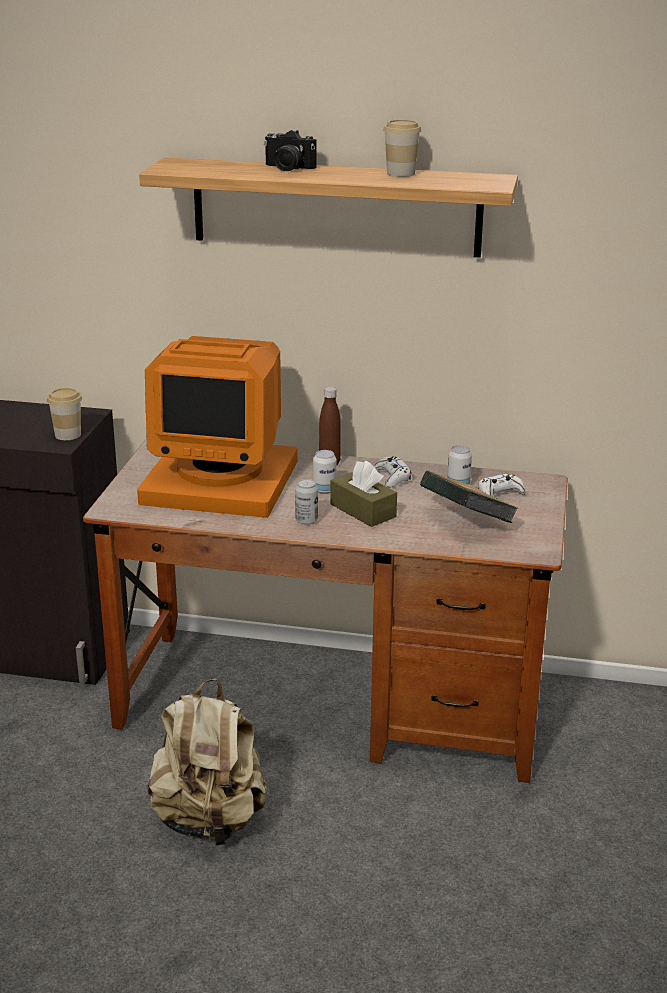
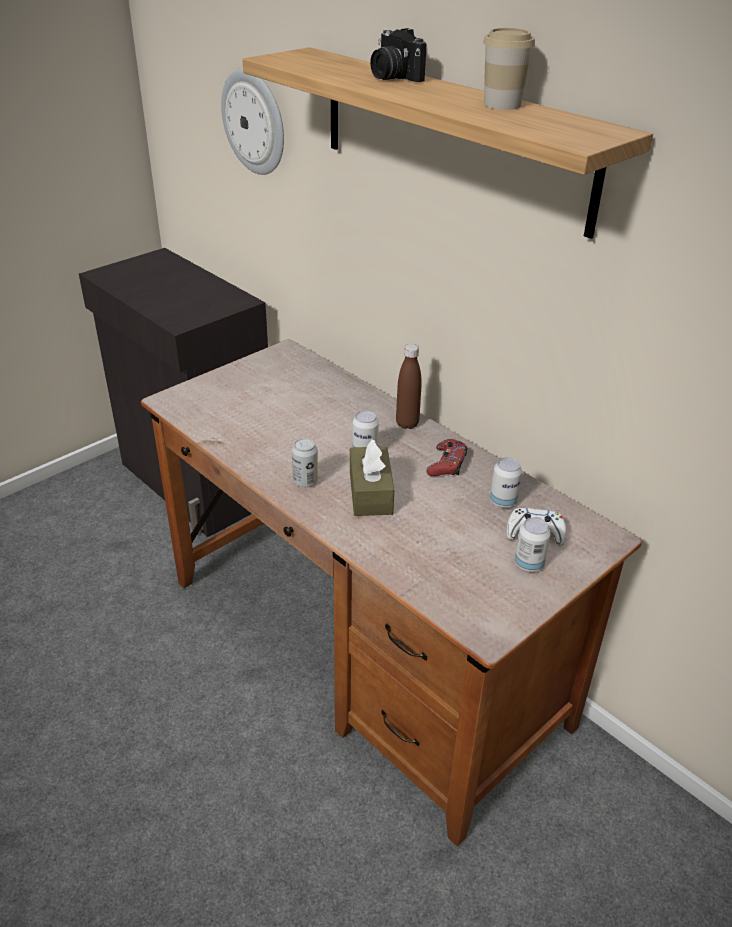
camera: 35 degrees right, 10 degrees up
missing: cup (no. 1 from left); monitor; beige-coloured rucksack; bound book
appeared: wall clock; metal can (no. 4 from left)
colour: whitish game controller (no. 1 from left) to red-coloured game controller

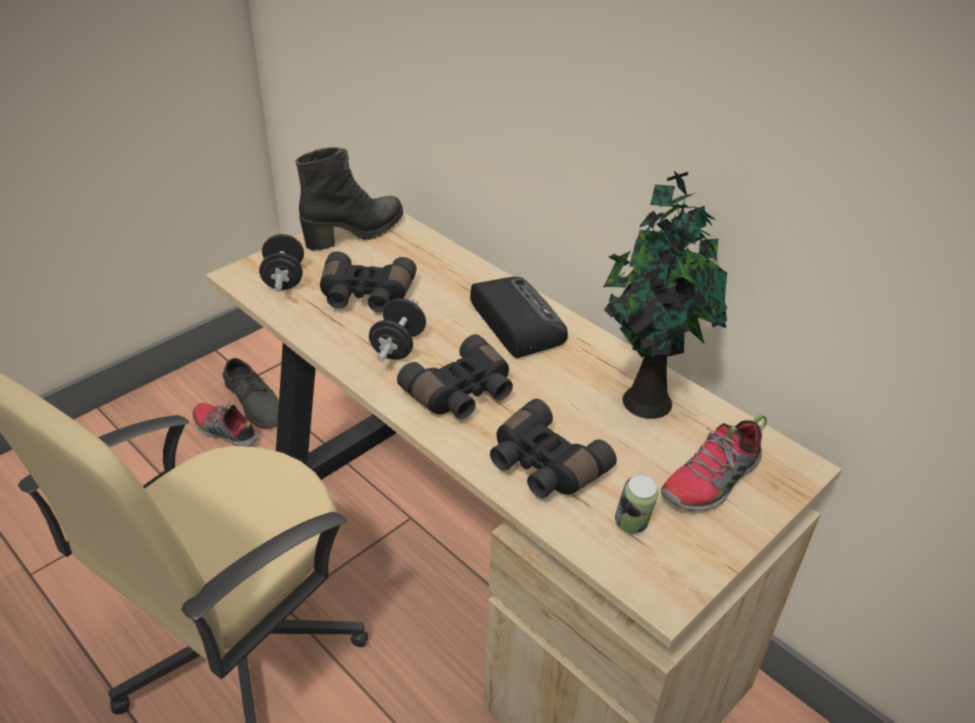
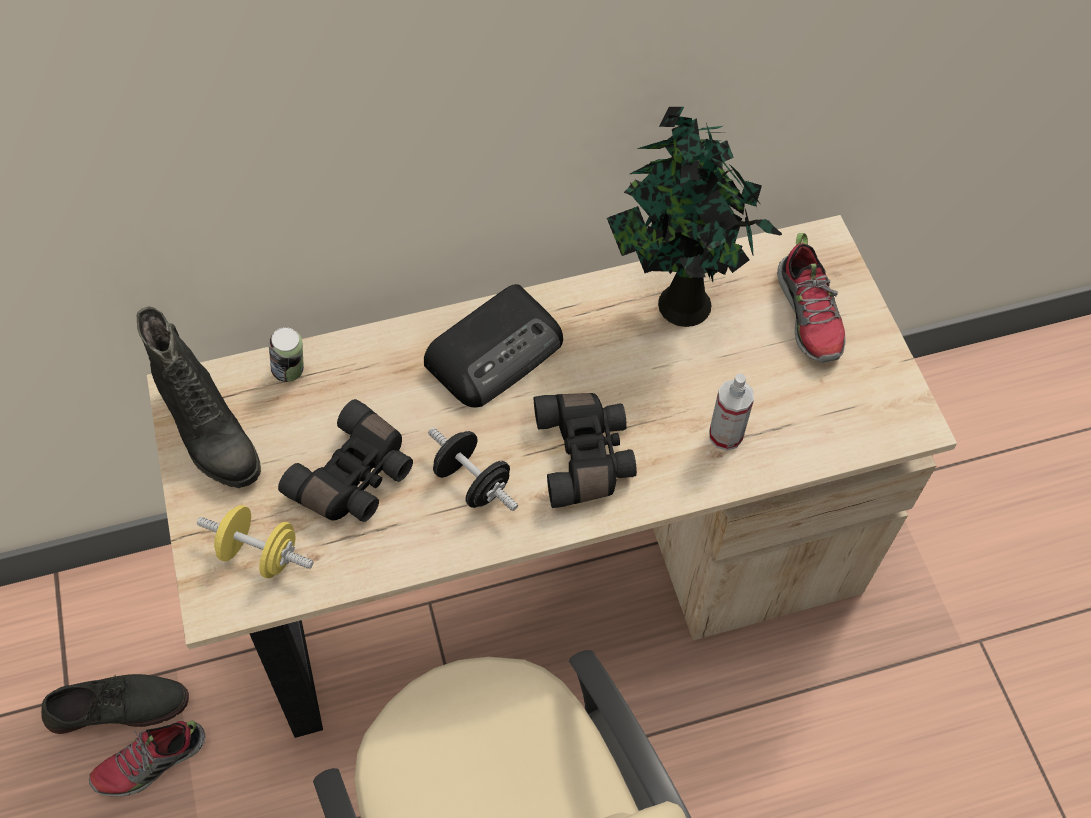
camera: 60 degrees left, 20 degrees up
relocated: metal can
exchanged: black binoculars (no. 3 from left) to hand sprayer
colour: black dumbbell (no. 1 from left) to yellowish dumbbell
spun: black tall boot 150 degrees clockwise; radio 135 degrees clockwise

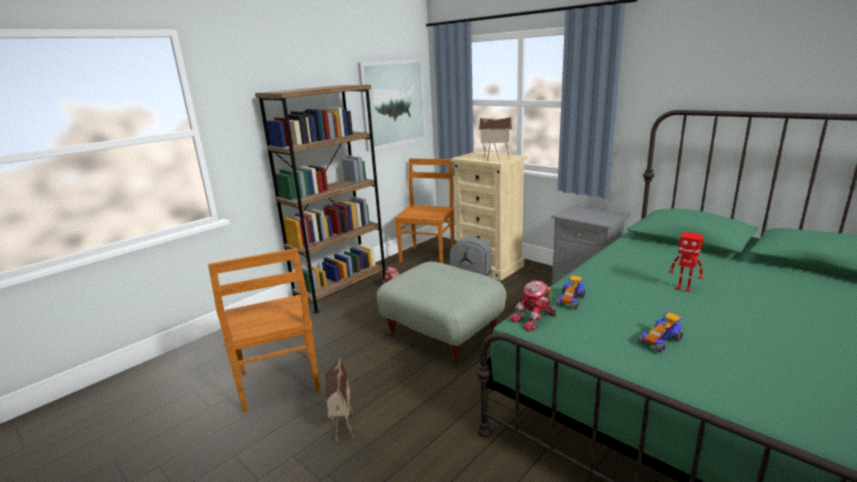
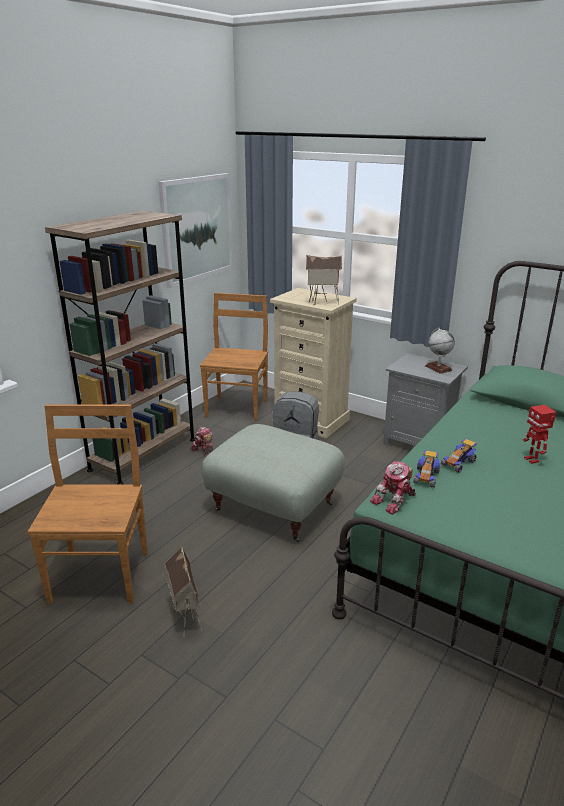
camera: 10 degrees left, 5 degrees up
appeared: globe
relocated: miniature car (no. 2 from left)
spun: brownish plain chair (no. 1 from left) 150 degrees counterclockwise; toy robot (no. 3 from left) 45 degrees clockwise

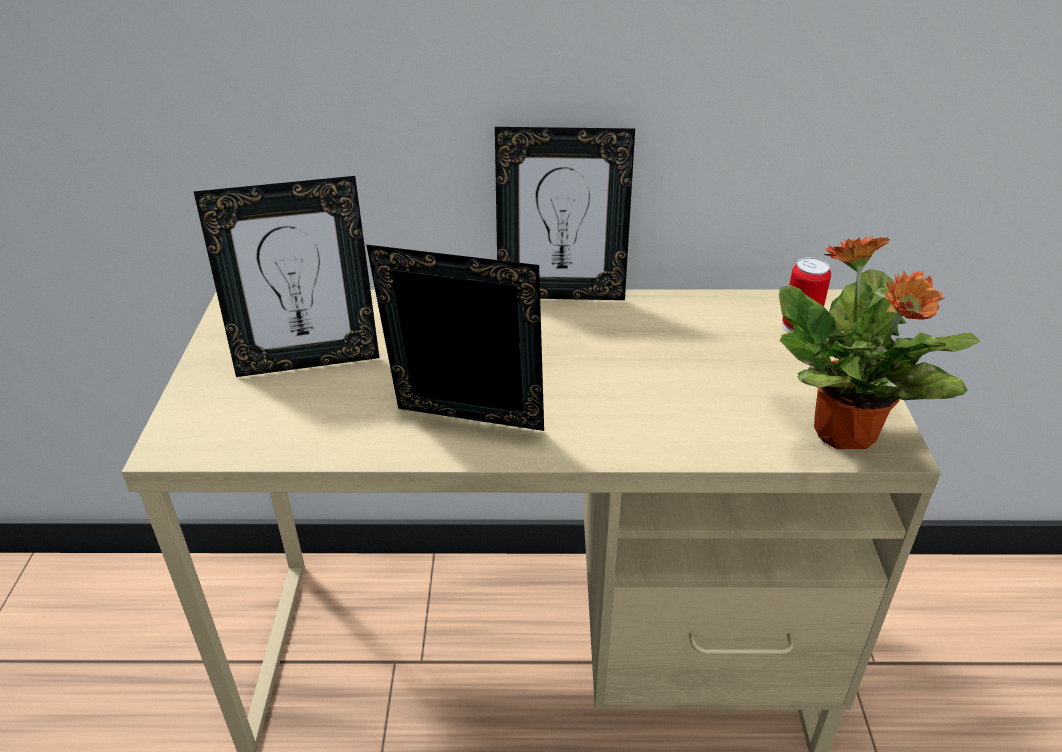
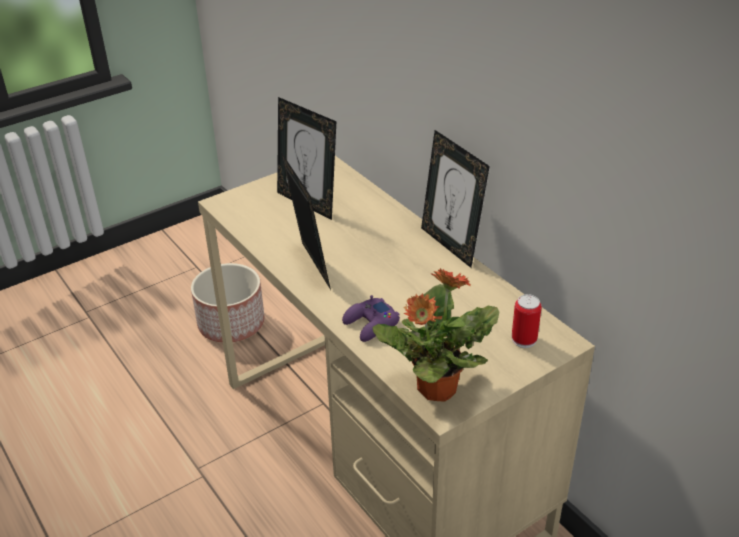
camera: 55 degrees right, 0 degrees up
appeared: plant pot; purple game controller

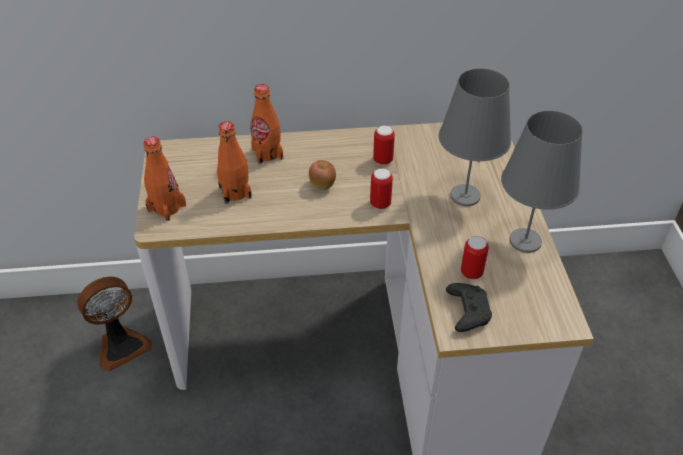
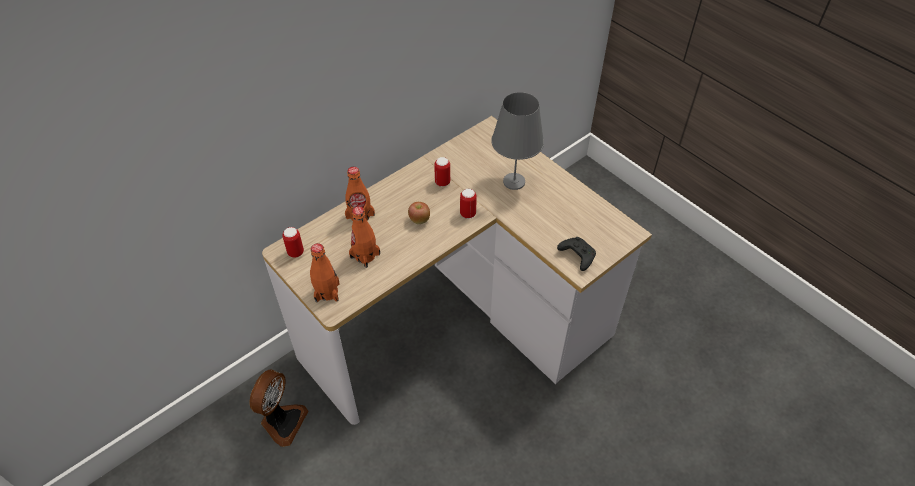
camera: 35 degrees left, 5 degrees up
missing: greyish tabletop lamp (no. 2 from left)
relocated: metal can (no. 3 from left in the first image) to metal can (no. 1 from left)

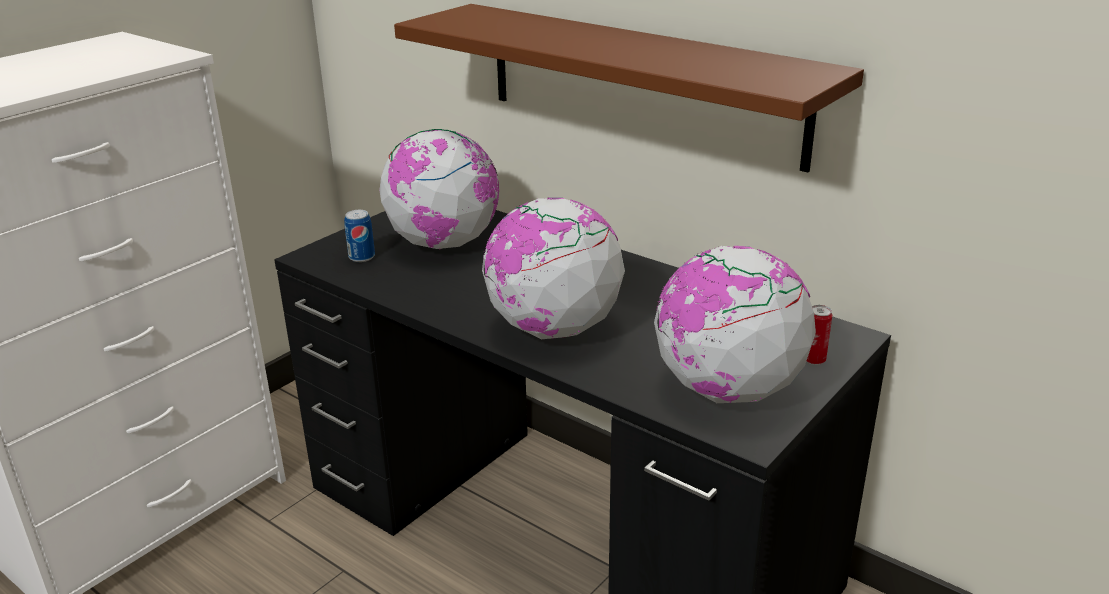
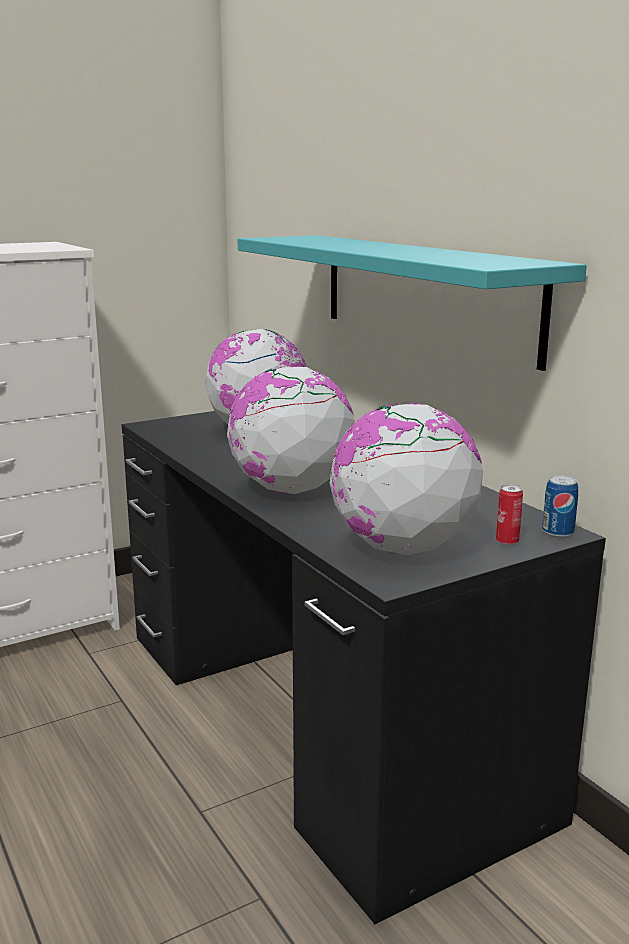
camera: 20 degrees right, 10 degrees down
relocated: metal can (no. 1 from left in the first image) to metal can (no. 2 from left)
colour: brownish bracket shelf to blue-green bracket shelf

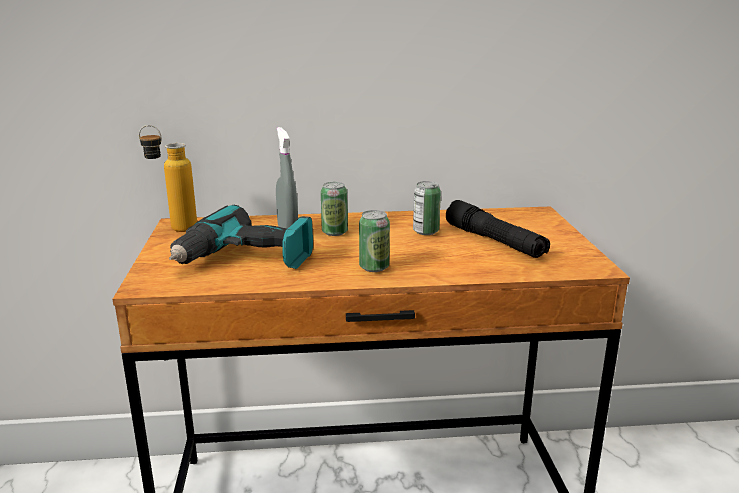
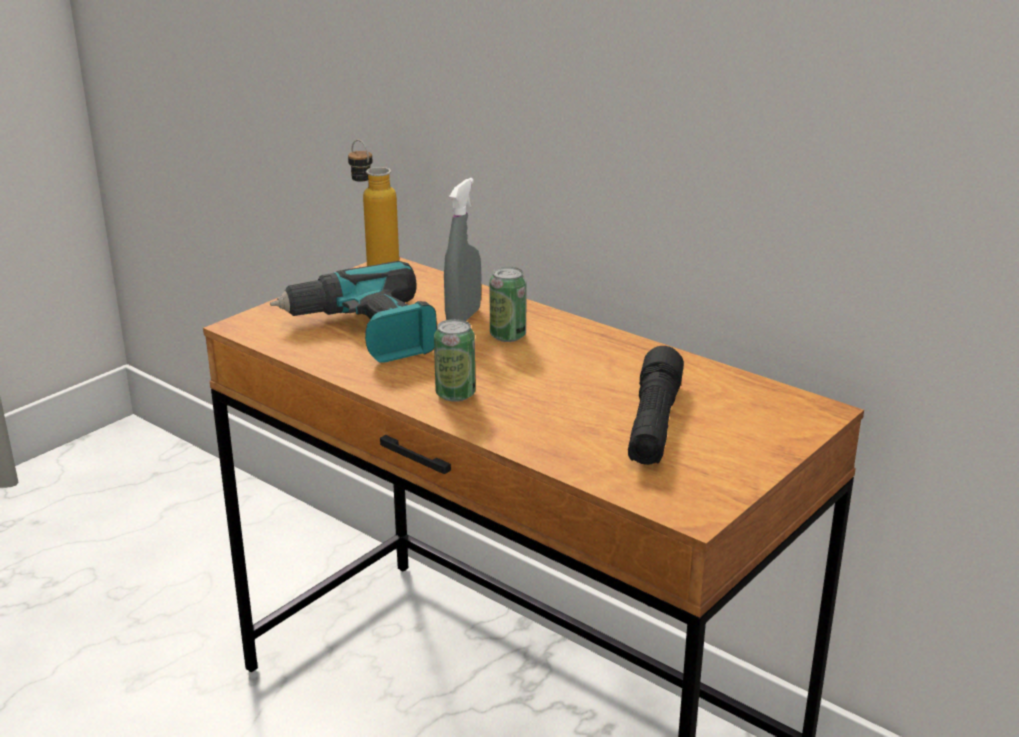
camera: 45 degrees right, 5 degrees up
missing: metal can (no. 3 from left)

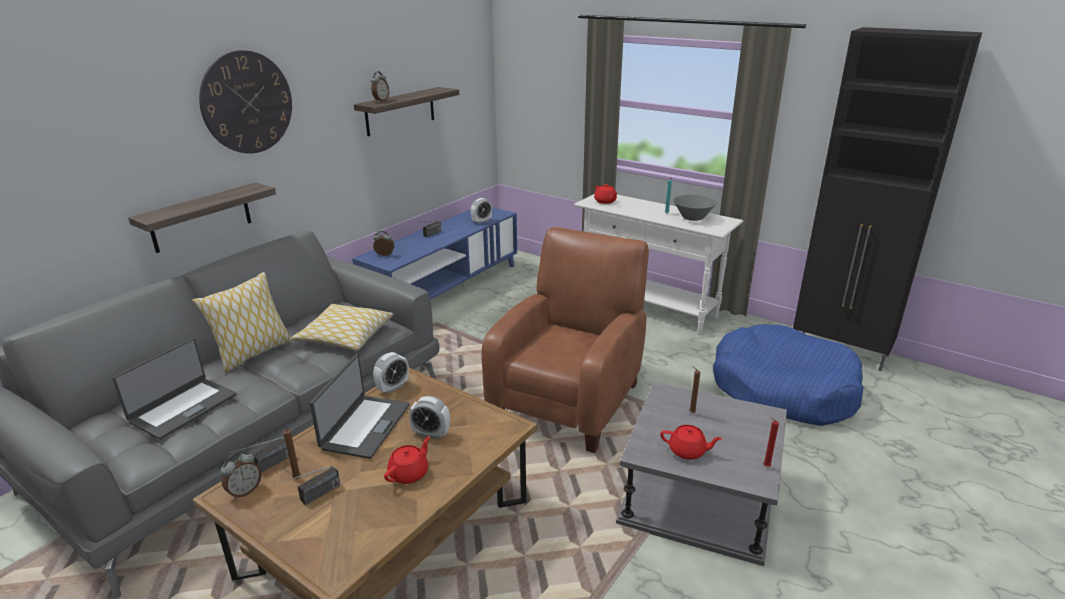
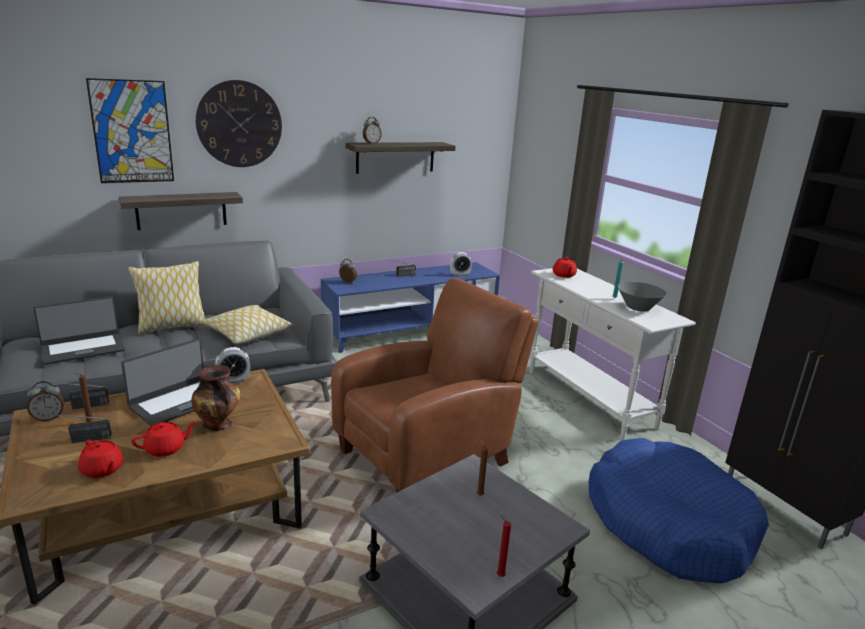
camera: 25 degrees right, 5 degrees down
appeared: wall art
relocated: red-coloured teapot (no. 3 from left in the first image) to red-coloured teapot (no. 1 from left)
exchanged: bedside clock (no. 5 from left) to flower vase

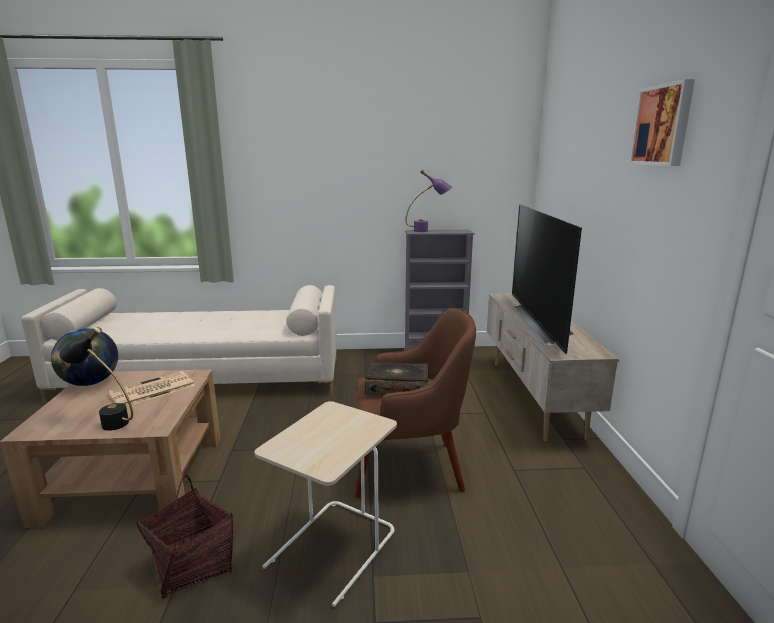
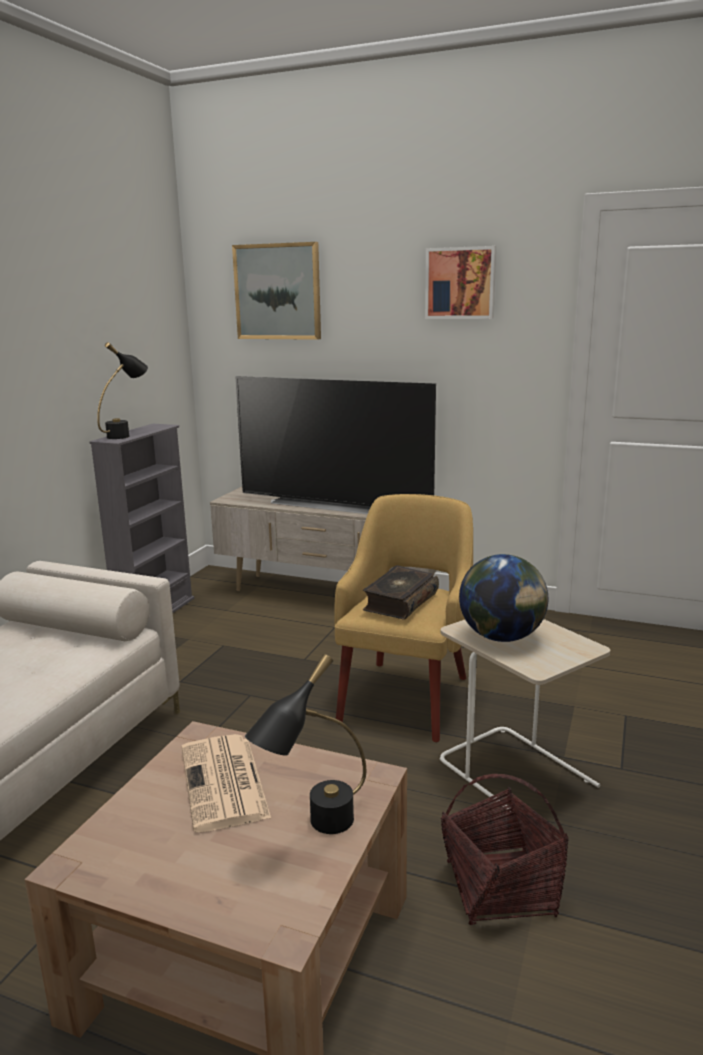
camera: 65 degrees left, 0 degrees up
appeared: wall art (no. 1 from left)
relocated: globe
colour: brownish easy chair to yellowish easy chair; purple tabletop lamp to black tabletop lamp (no. 1 from left)

